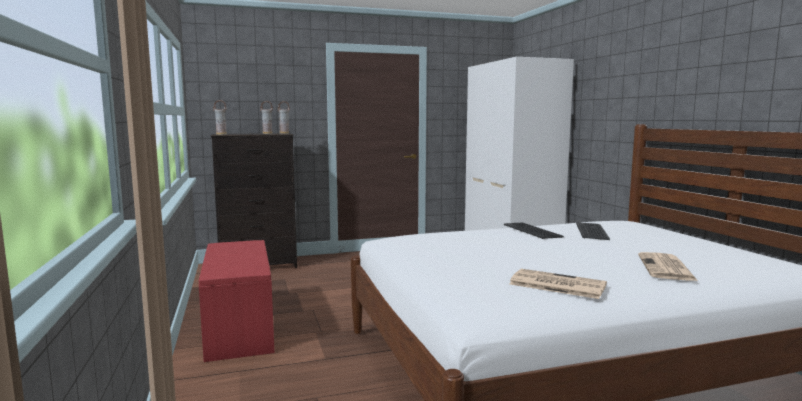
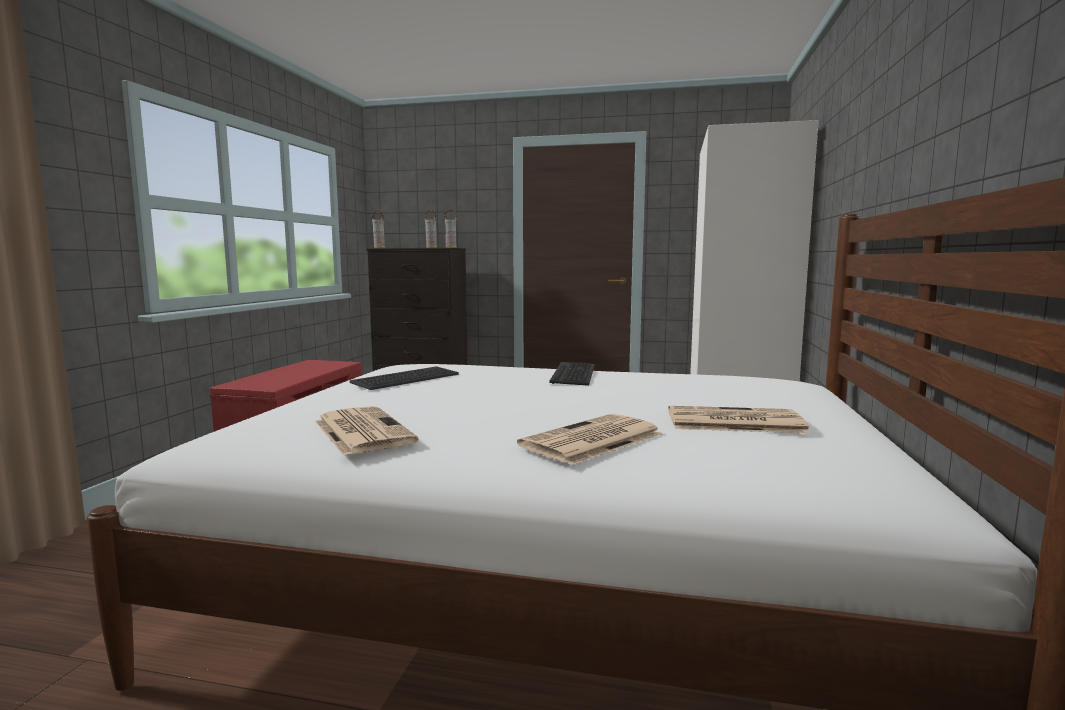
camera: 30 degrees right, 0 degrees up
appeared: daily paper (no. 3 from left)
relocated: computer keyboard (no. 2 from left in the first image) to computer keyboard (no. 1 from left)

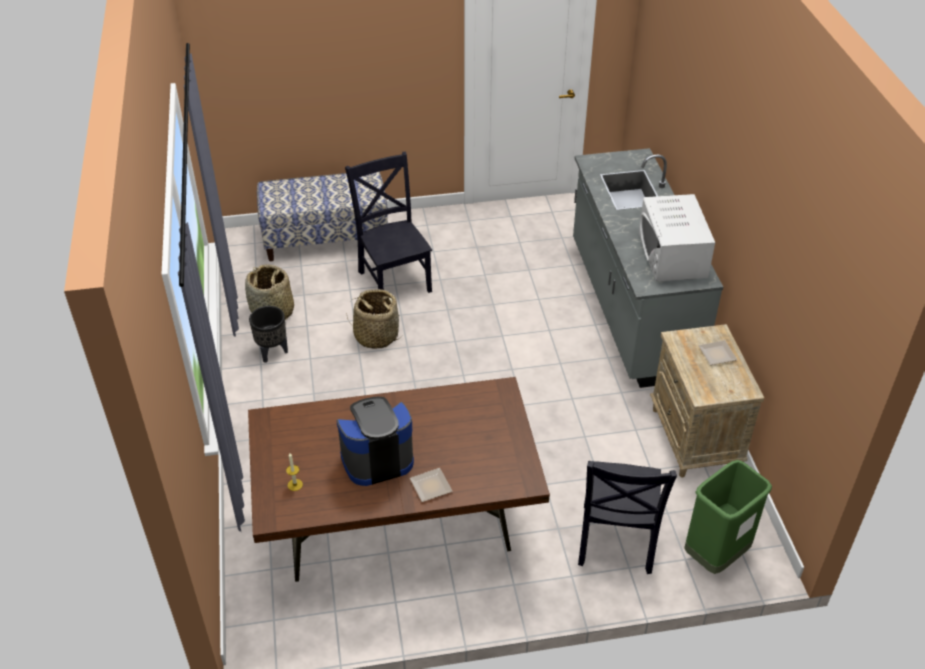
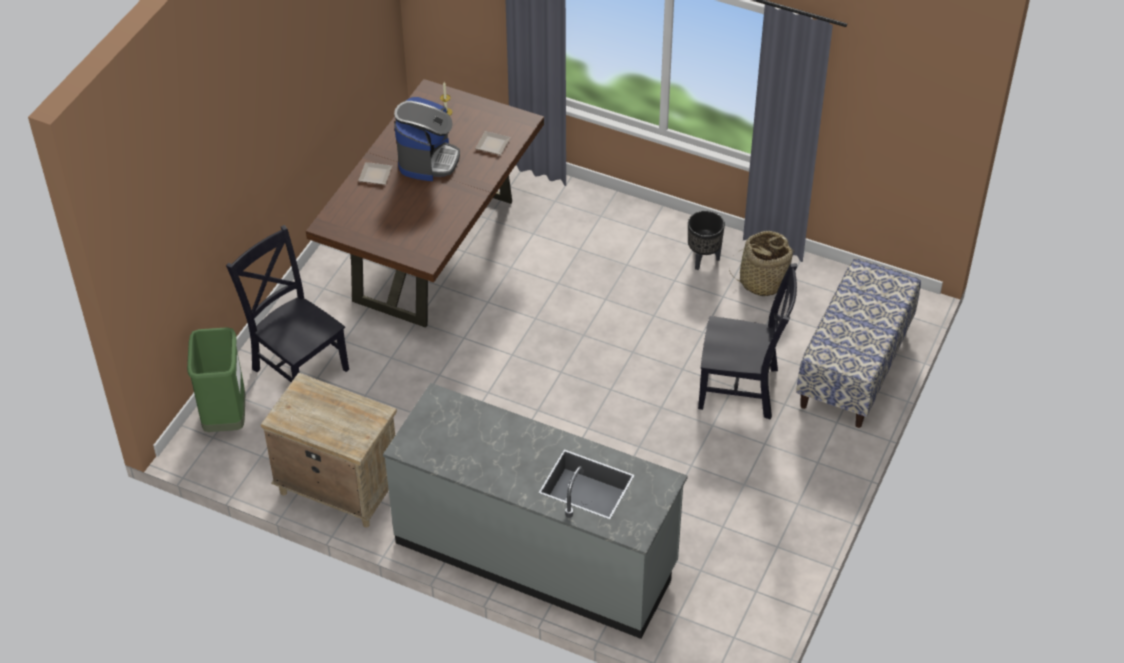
camera: 125 degrees right, 5 degrees up
missing: household basket (no. 2 from left); whitish microwave oven
relocated: flat dish (no. 2 from left)

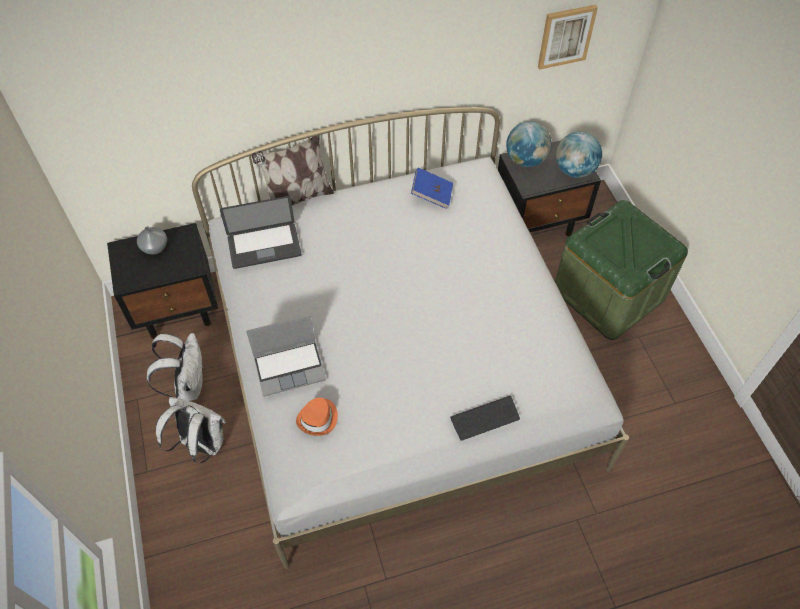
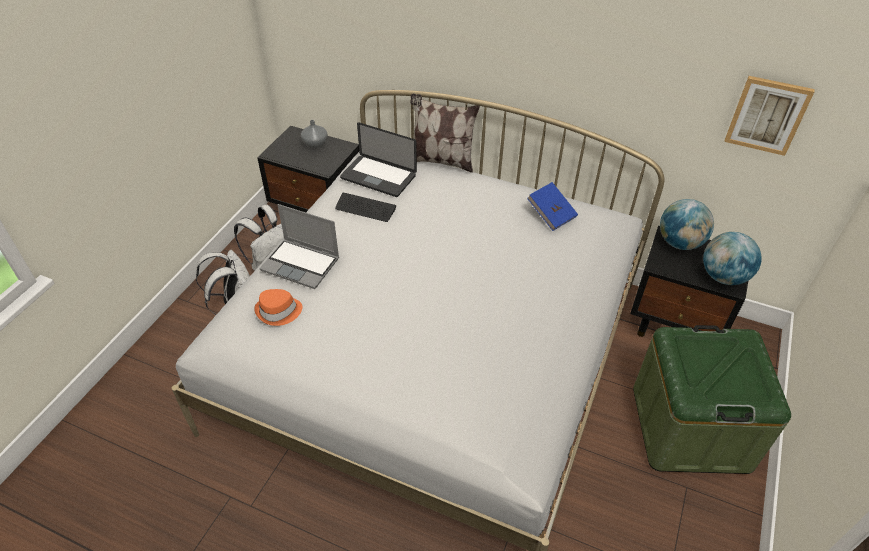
camera: 40 degrees right, 10 degrees down
relocated: computer keyboard

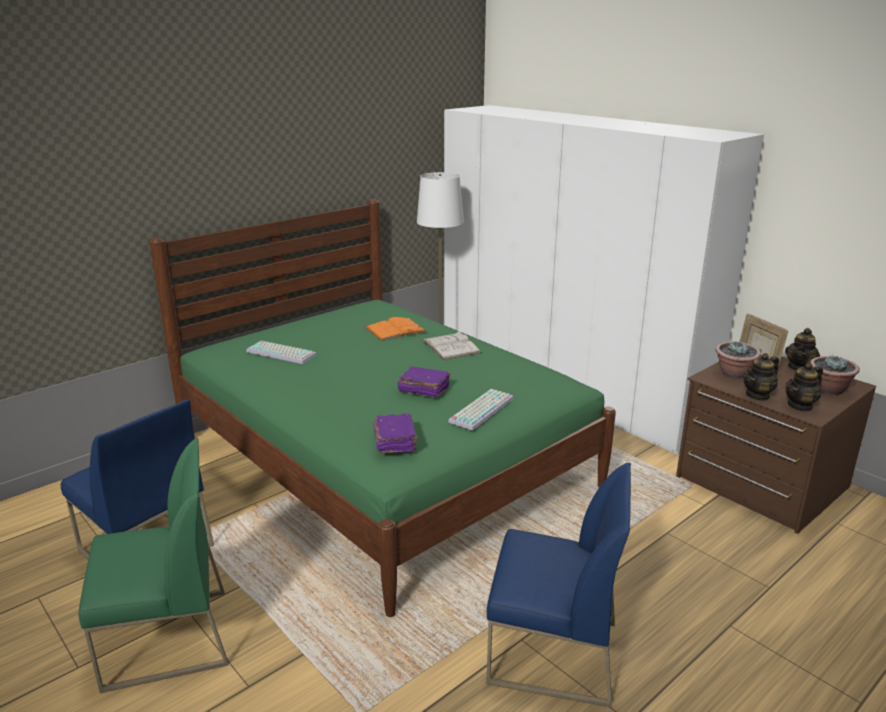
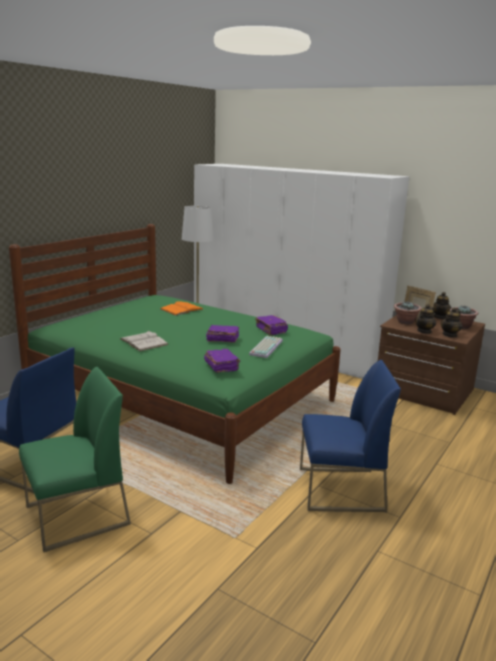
camera: 15 degrees left, 5 degrees down
missing: computer keyboard (no. 1 from left)
appeared: purple bound book (no. 3 from left)
relocated: whitish bound book

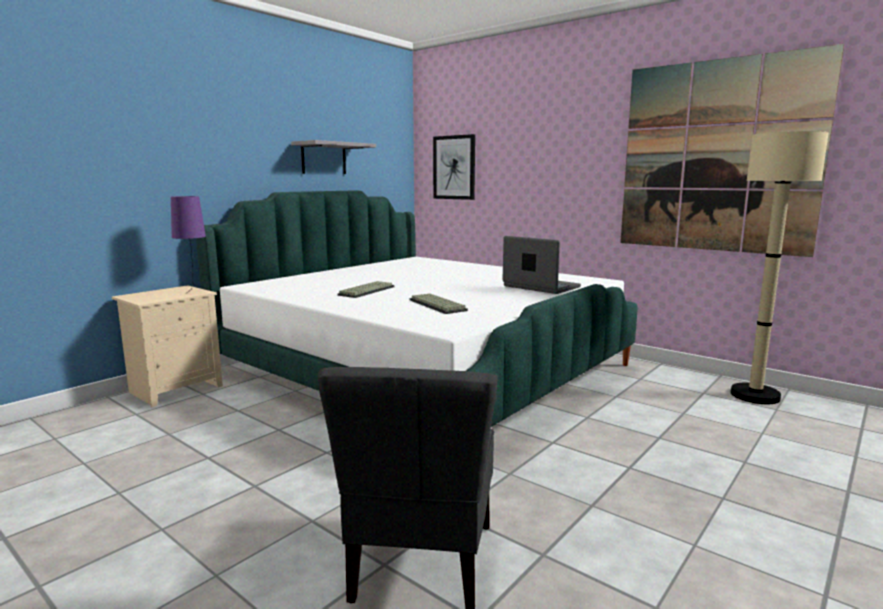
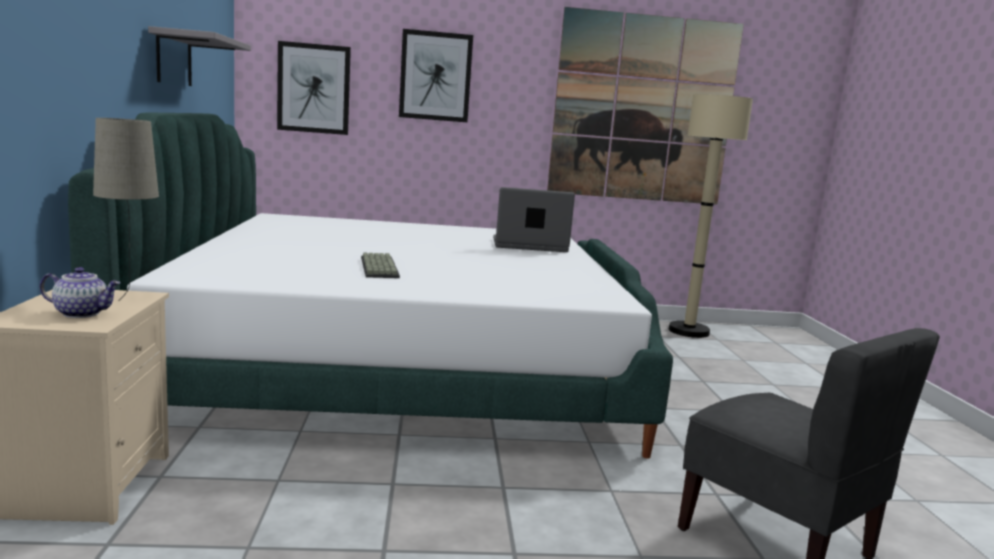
camera: 45 degrees left, 0 degrees up
missing: computer keyboard (no. 2 from left)
appeared: teapot; wall art (no. 2 from left)
colour: purple tabletop lamp to beige-coloured tabletop lamp

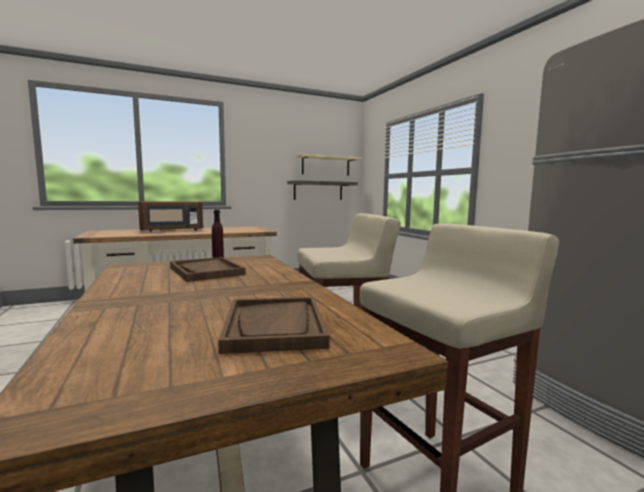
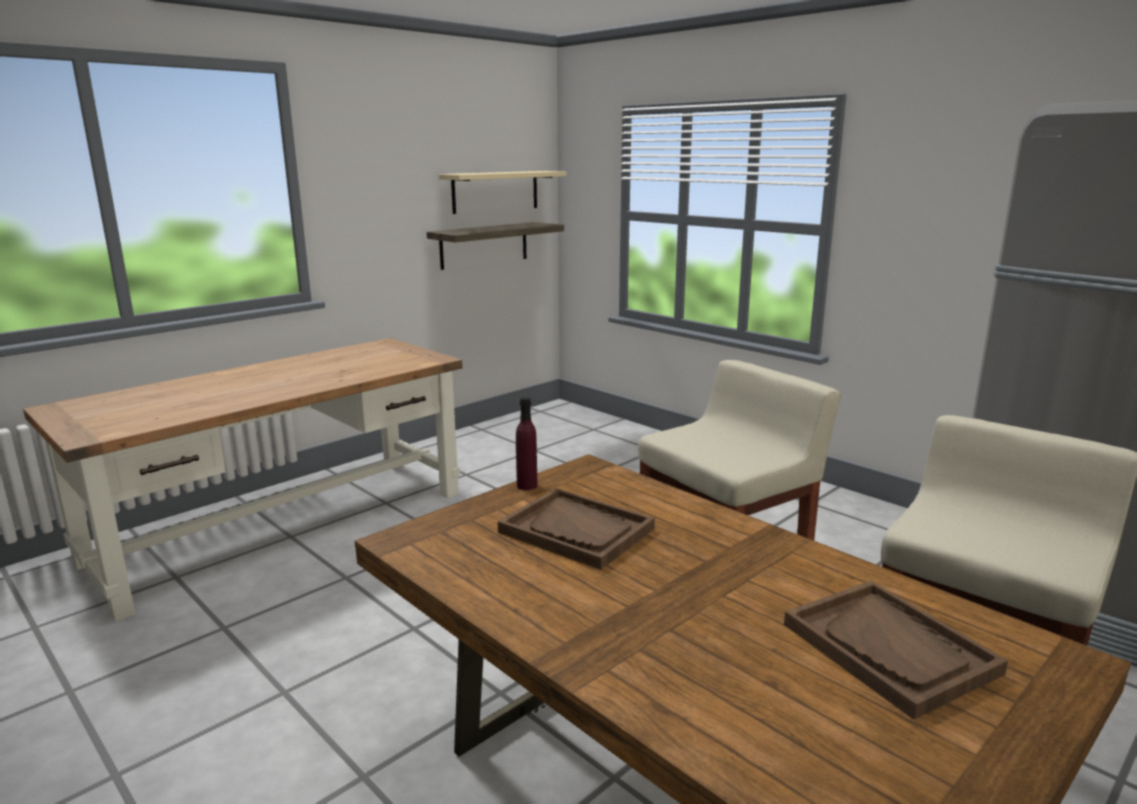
camera: 20 degrees left, 10 degrees up
missing: brownish microwave oven

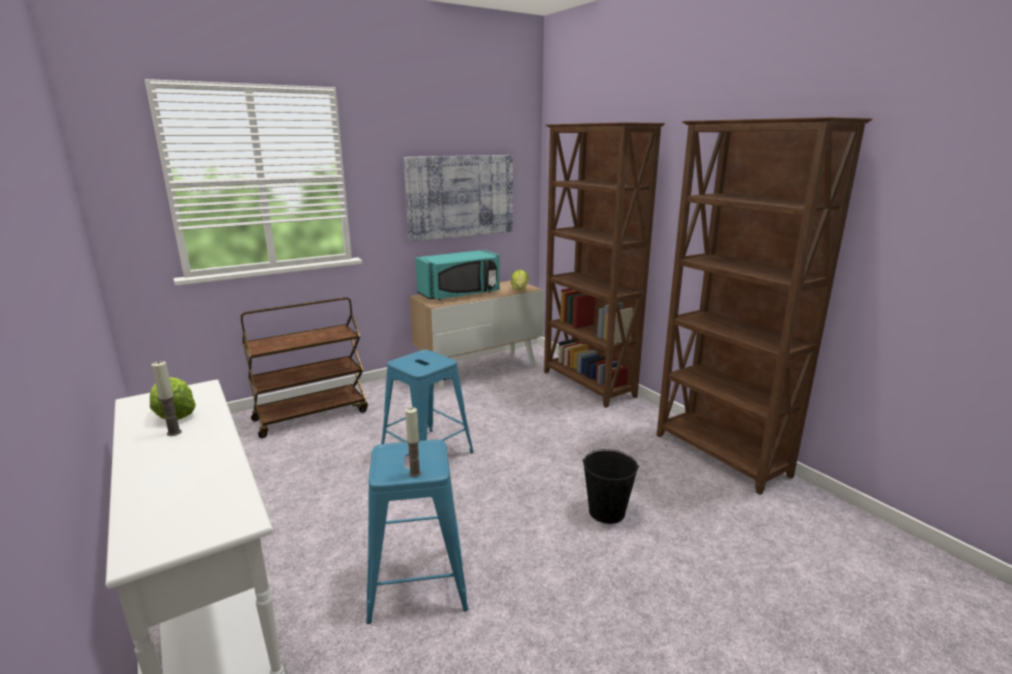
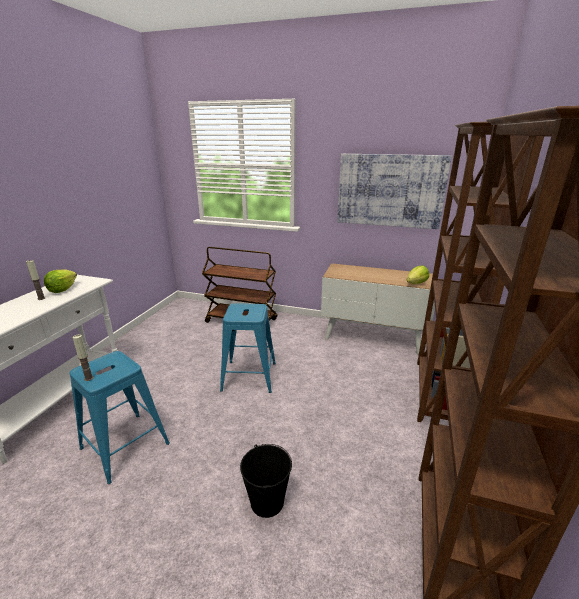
camera: 50 degrees right, 5 degrees up
missing: blue-green microwave oven

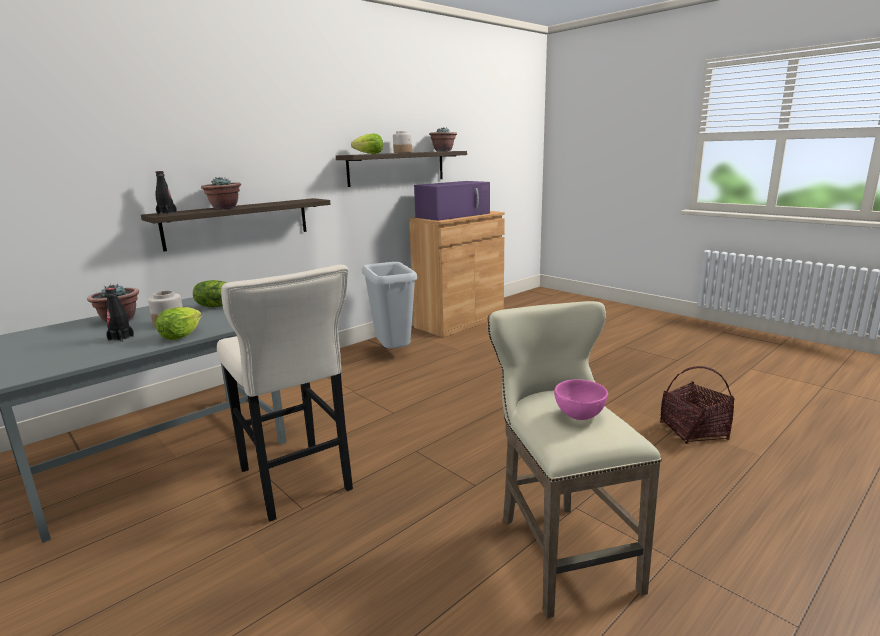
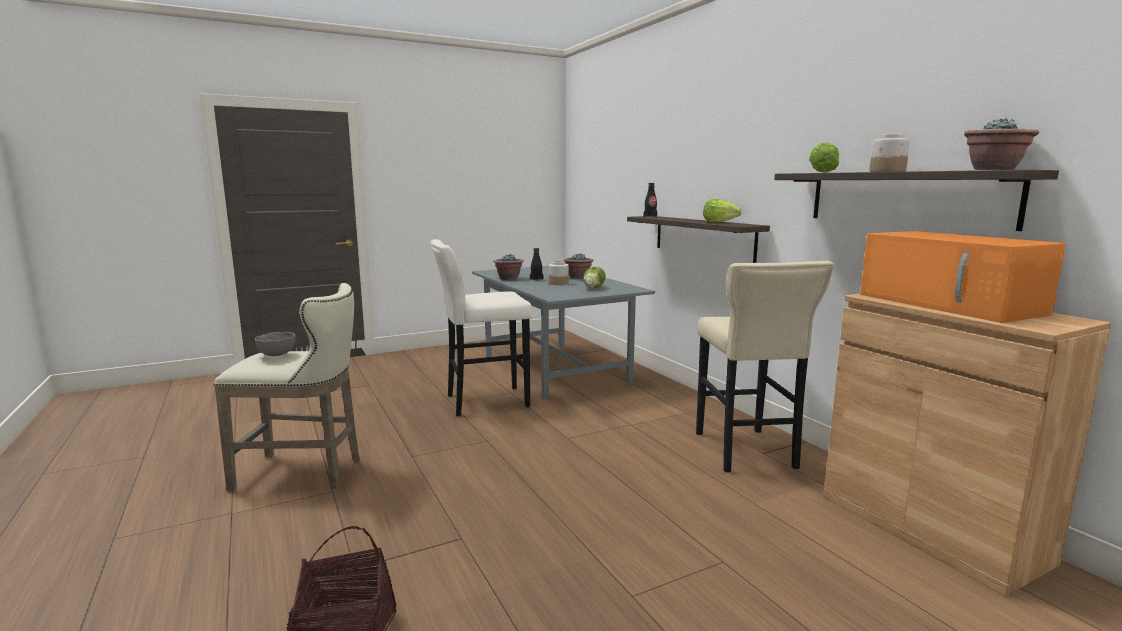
camera: 105 degrees right, 5 degrees down
relocated: head of lettuce (no. 1 from left in the first image) to head of lettuce (no. 2 from left); plant in a pot (no. 2 from left in the first image) to plant in a pot (no. 1 from left)
exchanged: greyish trash can to beige-coloured sitting stool (no. 3 from left)
colour: purple microwave oven to orangey microwave oven; pink bowl to greyish bowl

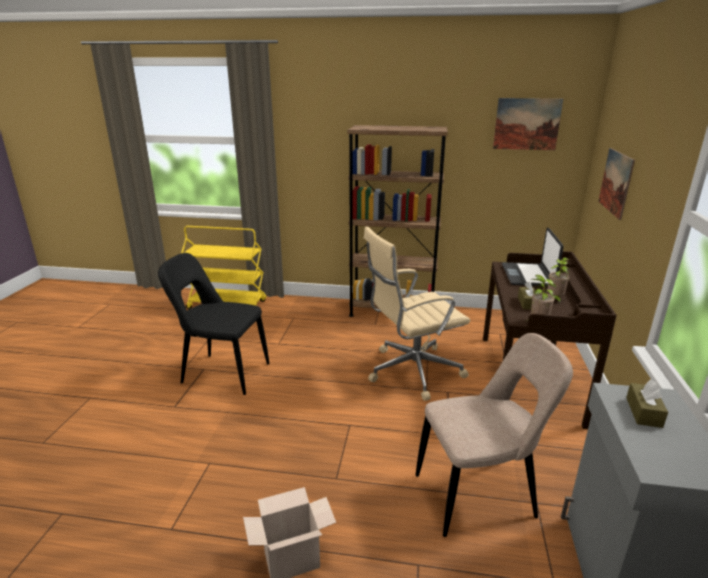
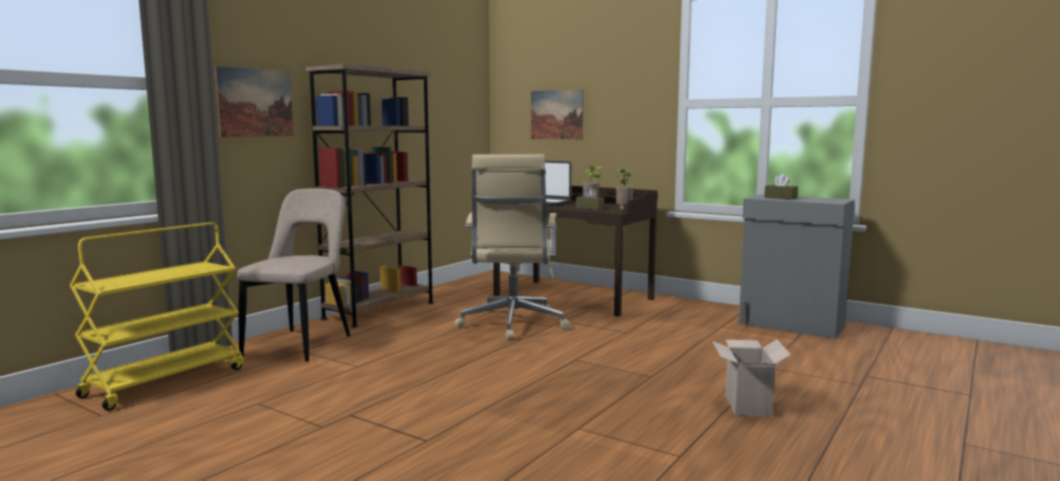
camera: 65 degrees left, 15 degrees down
missing: black plain chair
relocated: beige-coloured plain chair; wall art (no. 1 from left)

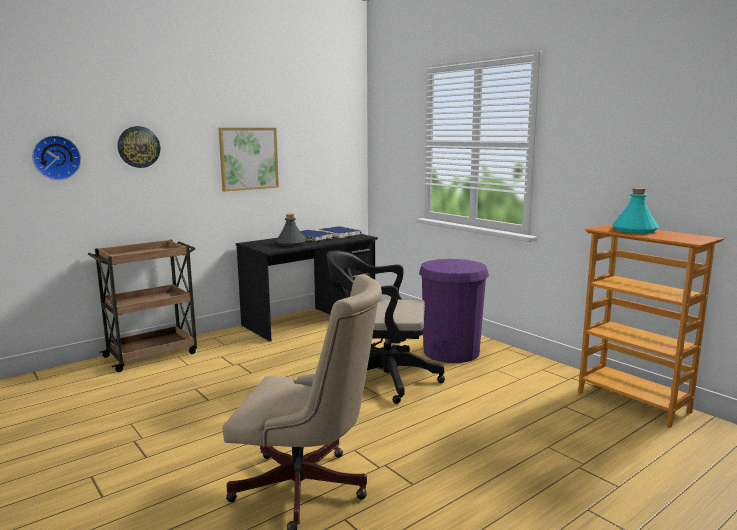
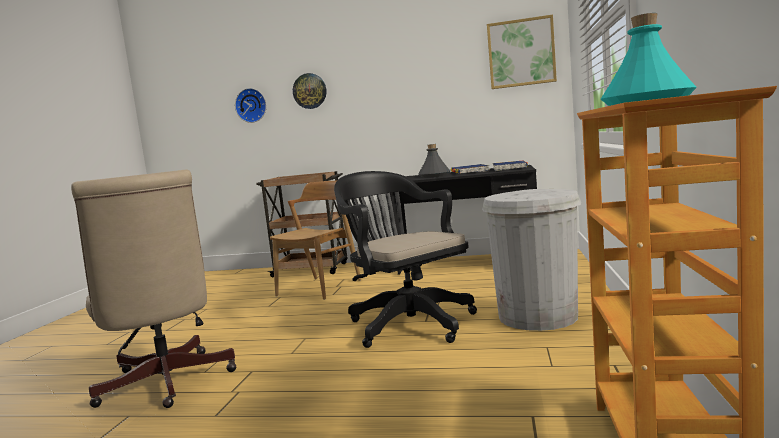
camera: 50 degrees right, 5 degrees down
appeared: brownish plain chair
relocated: wall art
colour: purple trash can to whitish trash can

